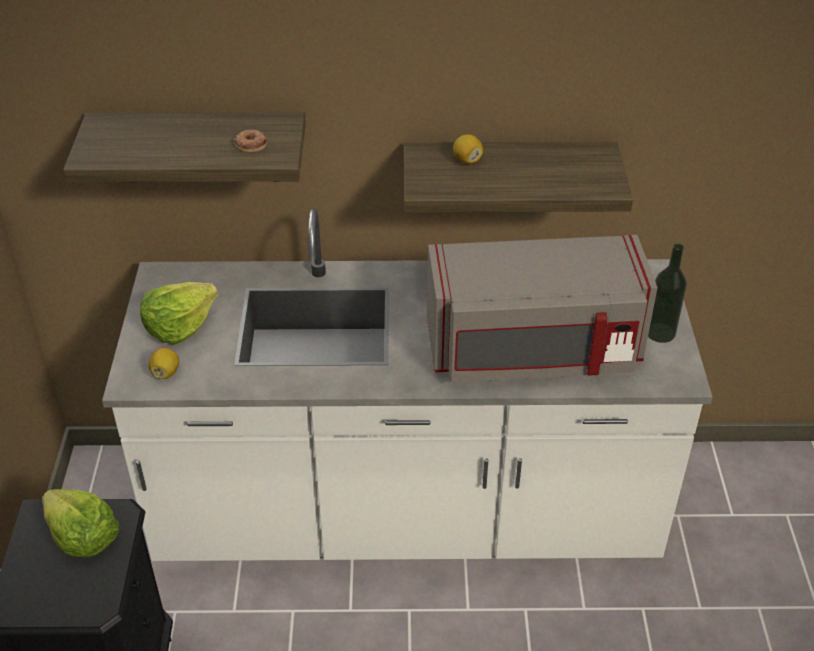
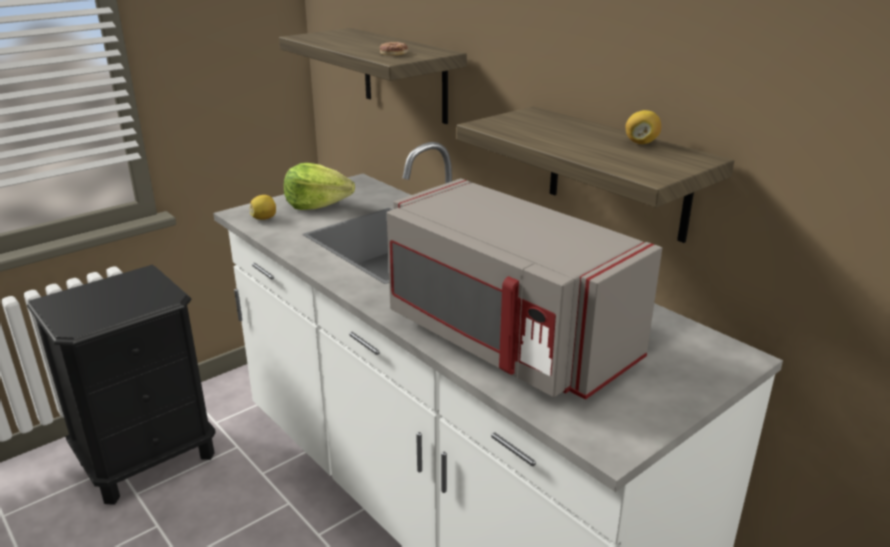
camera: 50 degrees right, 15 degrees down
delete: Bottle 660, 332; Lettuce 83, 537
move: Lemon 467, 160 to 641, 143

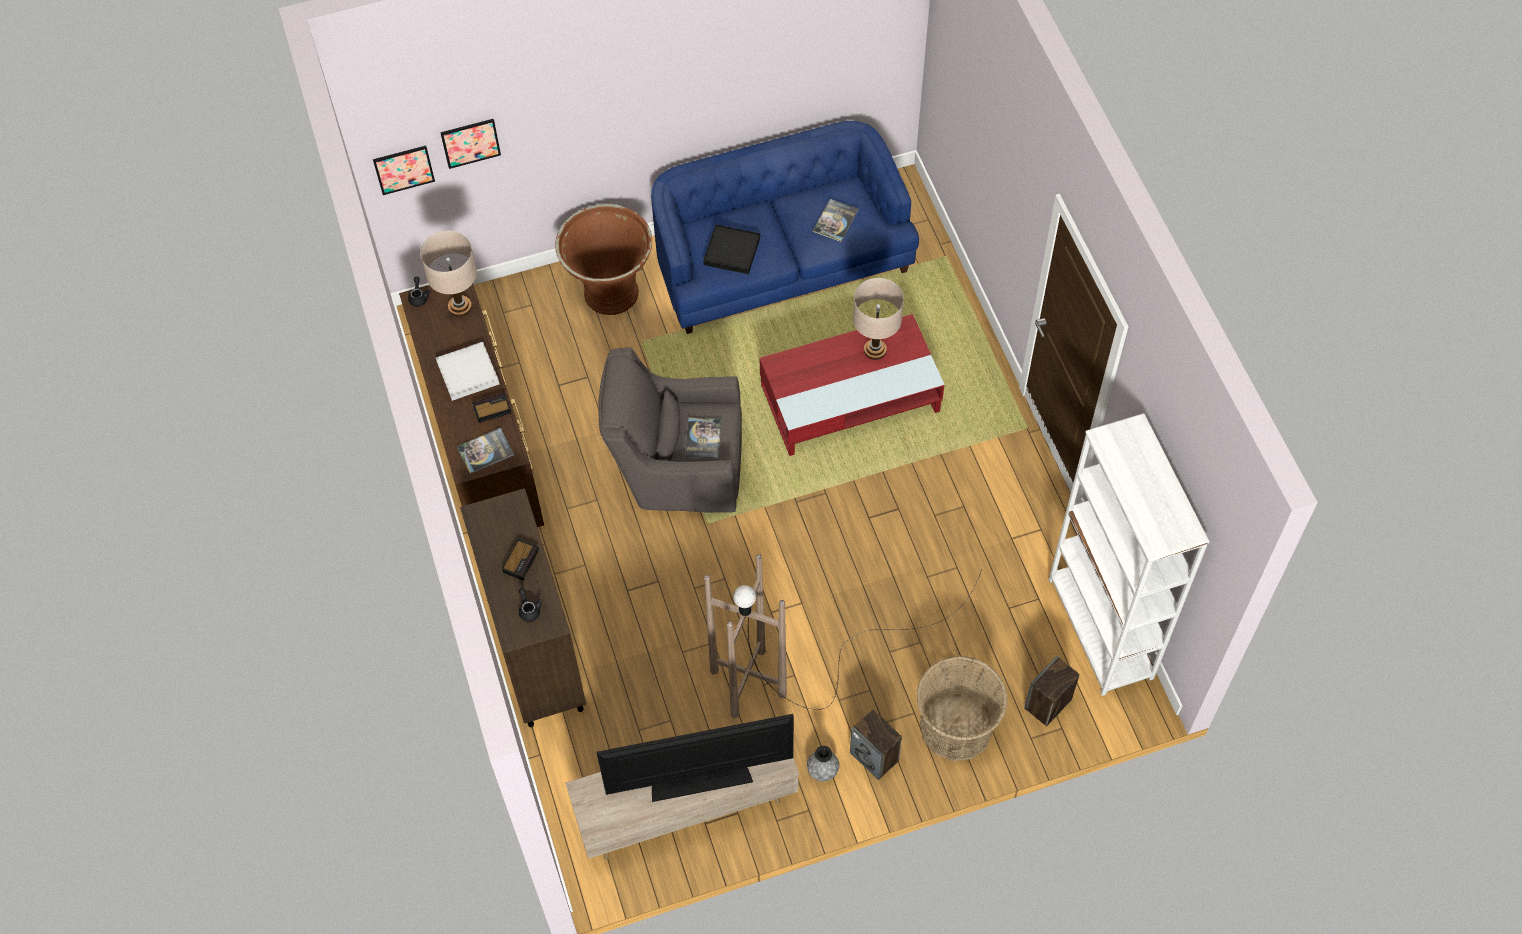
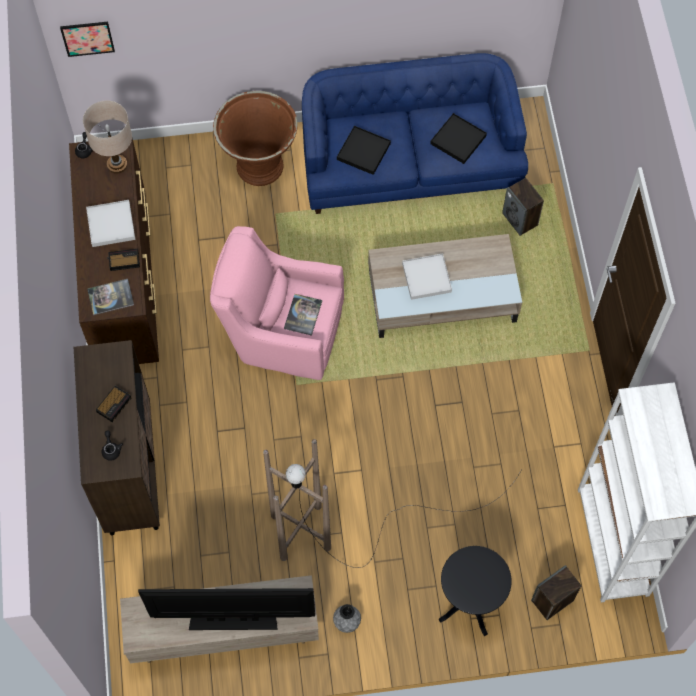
camera: 10 degrees right, 5 degrees up
delete: Picture 470, 143; BeigeTableLamp 875, 350
insert: WhiteTray 426, 277
move: Speaker 875, 757 to 520, 219
replace: Book 835, 221 to BlackTray 458, 140; Basket 956, 727 to BlackSideTable 469, 605
recolor: RedCoffeeTable 850, 398 to BeigeCoffeeTable 442, 296; GreyArmchair 677, 470 to PinkArmchair 281, 333

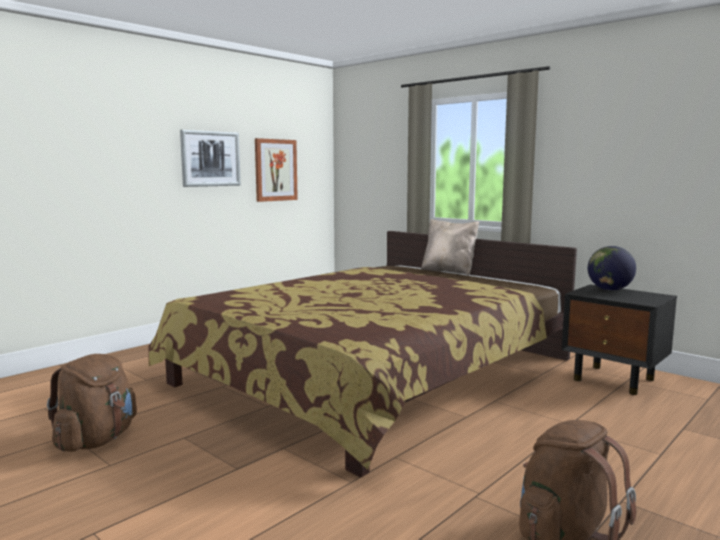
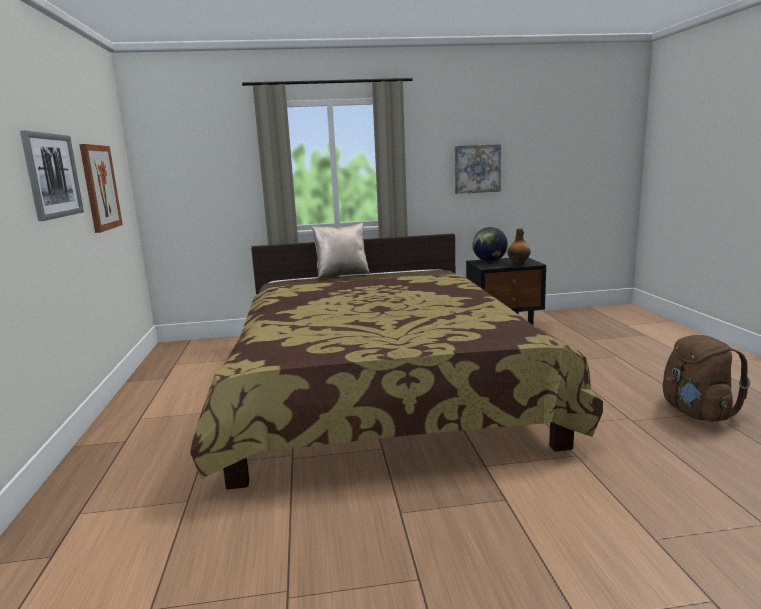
camera: 50 degrees left, 5 degrees up
delete: BrownBackpack 96, 440
insert: Picture 477, 169; Bottle 518, 264

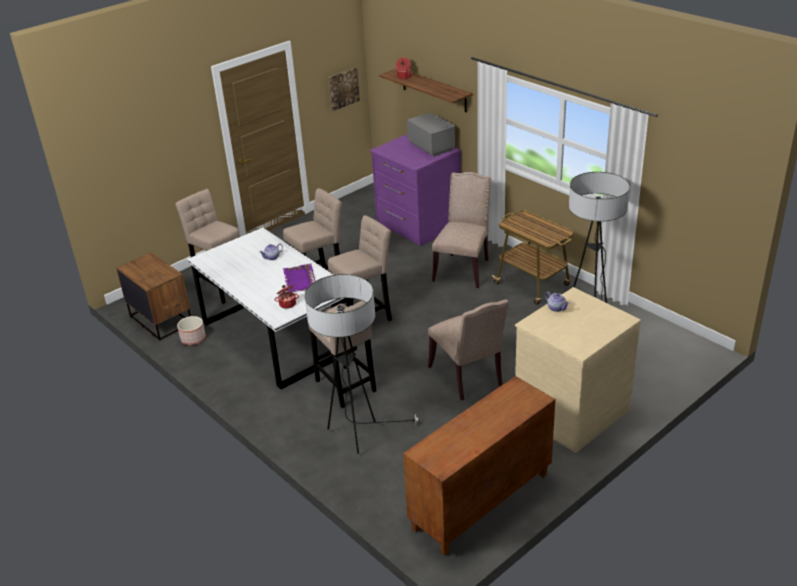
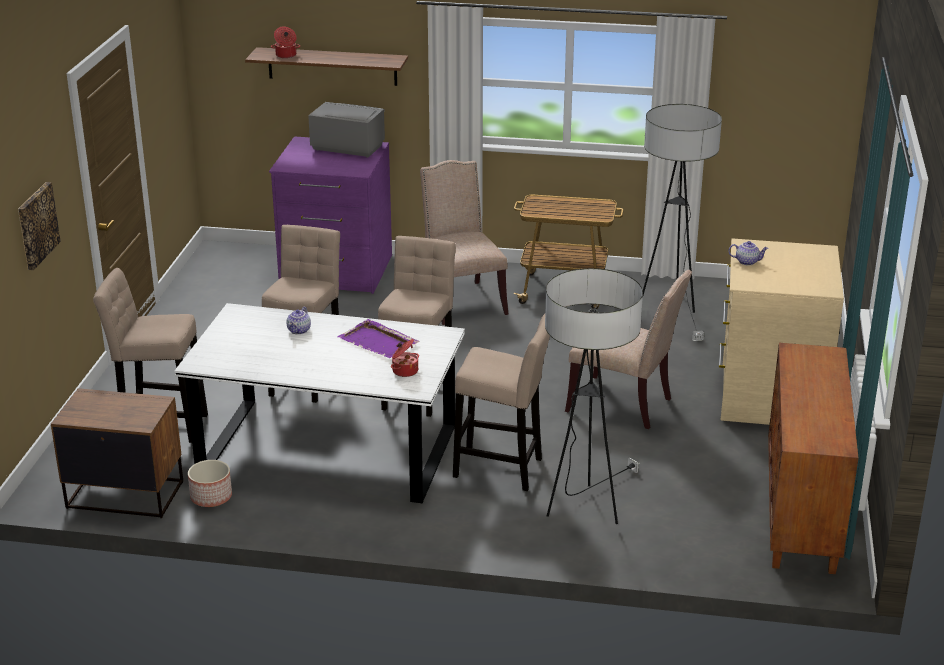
camera: 40 degrees left, 5 degrees down
move: Picture 343, 88 to 36, 225

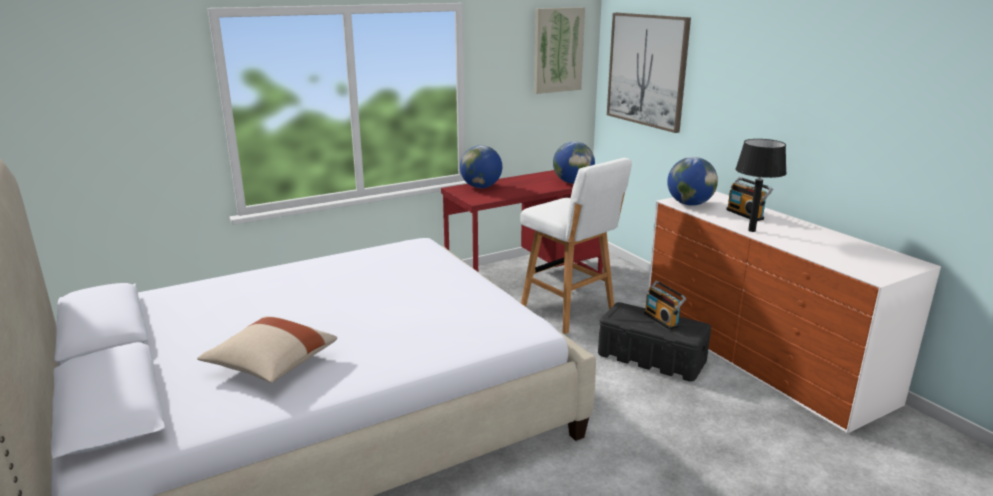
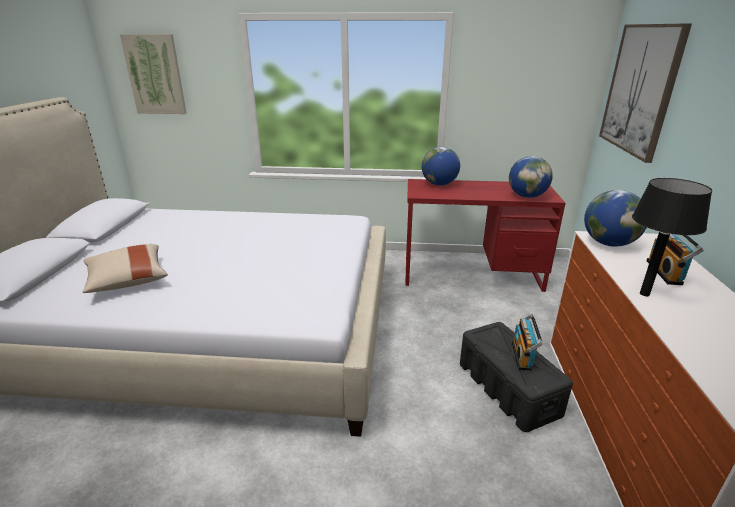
camera: 35 degrees right, 5 degrees up
delete: WhiteStool 569, 312
move: Picture 557, 50 to 155, 75

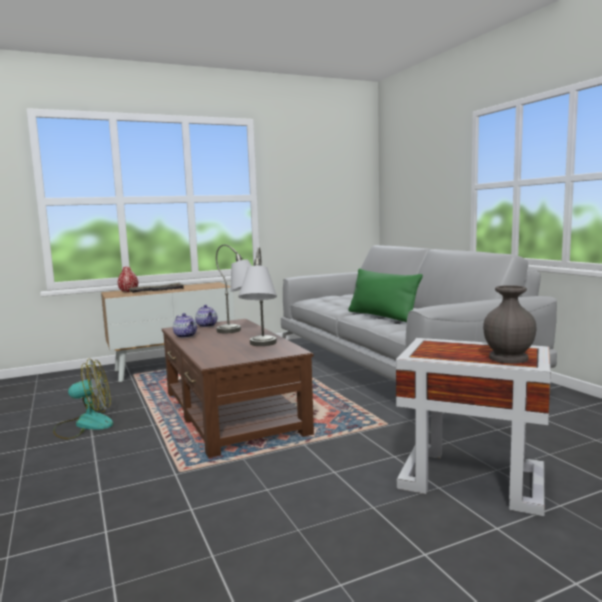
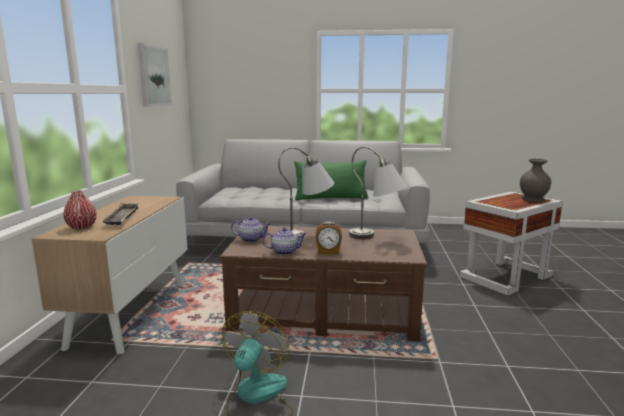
camera: 60 degrees left, 5 degrees up
insert: Picture 153, 76; AlarmClock 328, 252

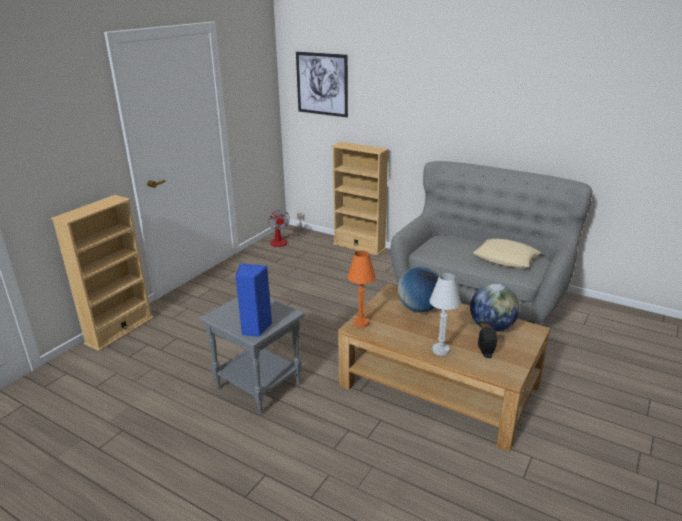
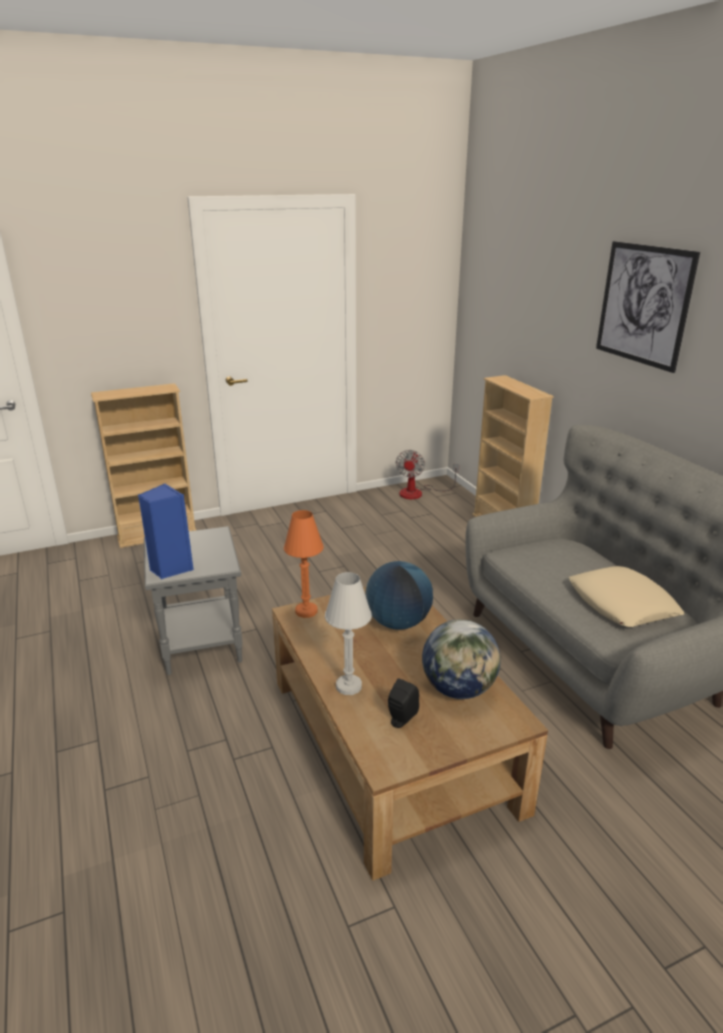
camera: 35 degrees right, 0 degrees up
move: Picture 322, 84 to 643, 305

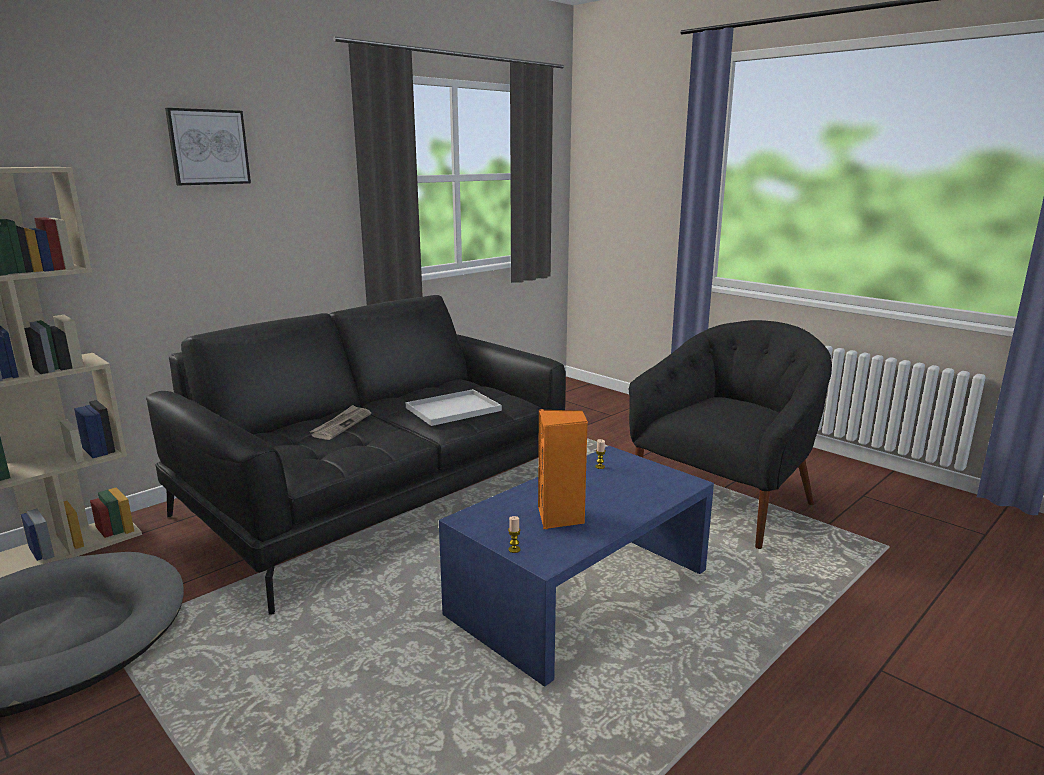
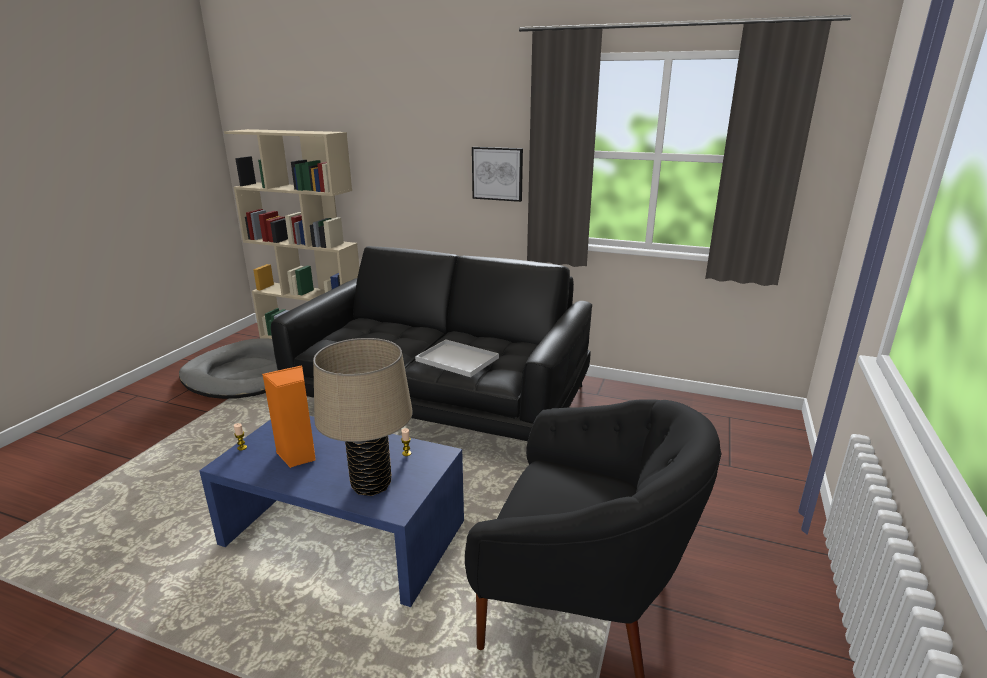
camera: 65 degrees right, 5 degrees up
delete: Newspaper 341, 424
insert: BeigeTableLamp 371, 484
move: Picture 208, 147 to 497, 173

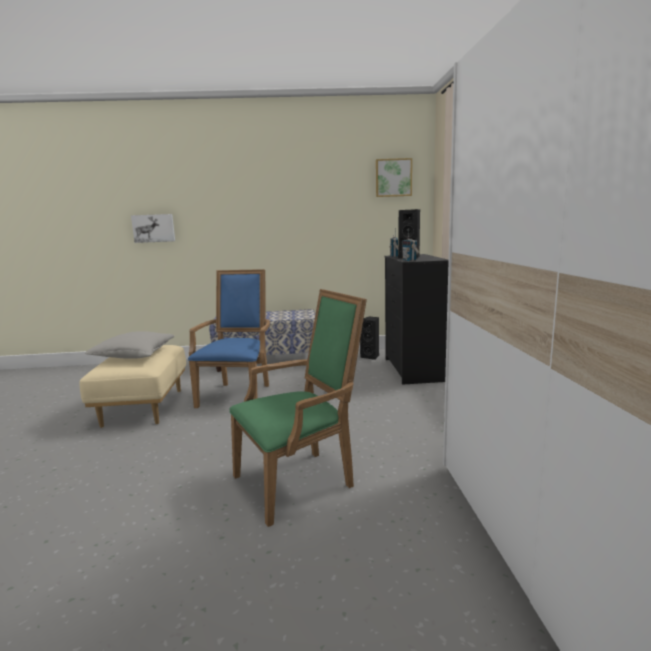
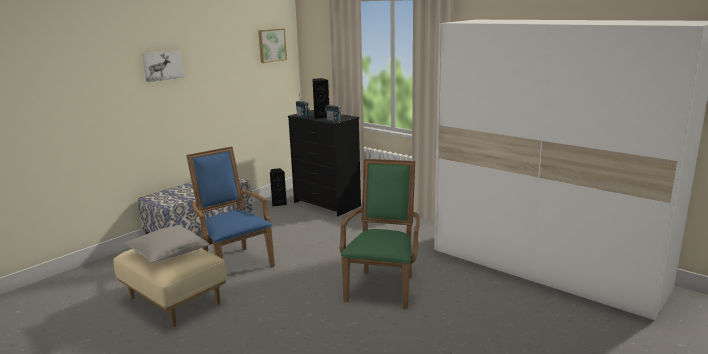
camera: 45 degrees left, 5 degrees up
move: Picture 154, 228 to 162, 65

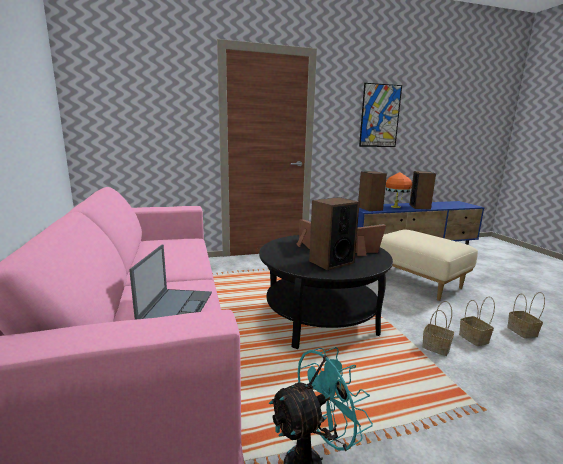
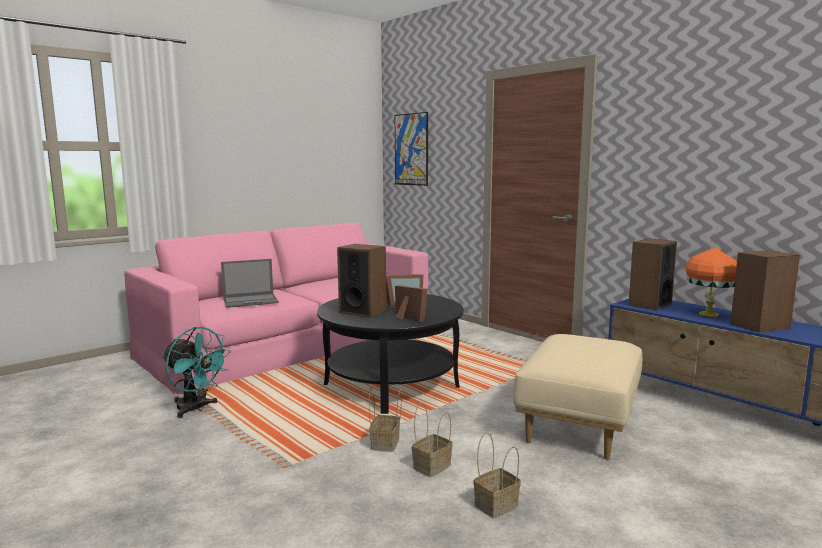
camera: 65 degrees right, 5 degrees down
move: Picture 380, 116 to 411, 149

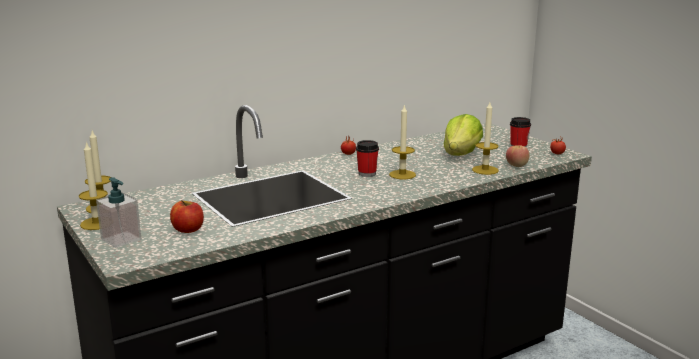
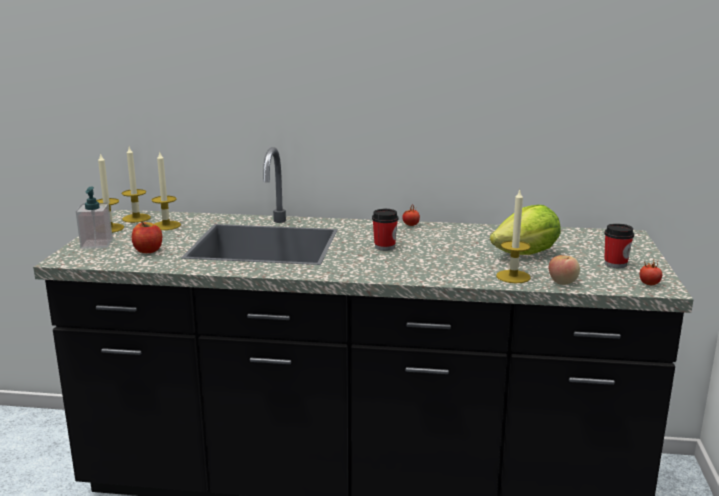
camera: 40 degrees right, 0 degrees up
move: Candle 402, 174 to 166, 225

